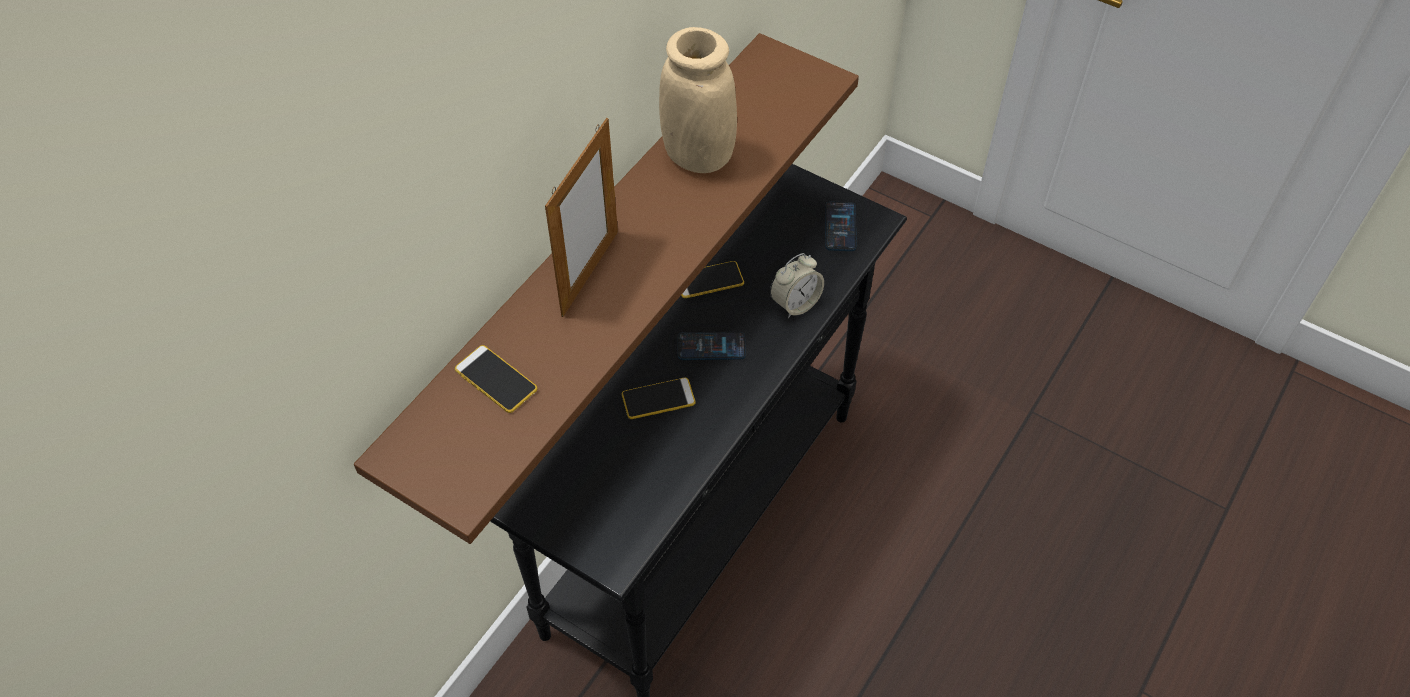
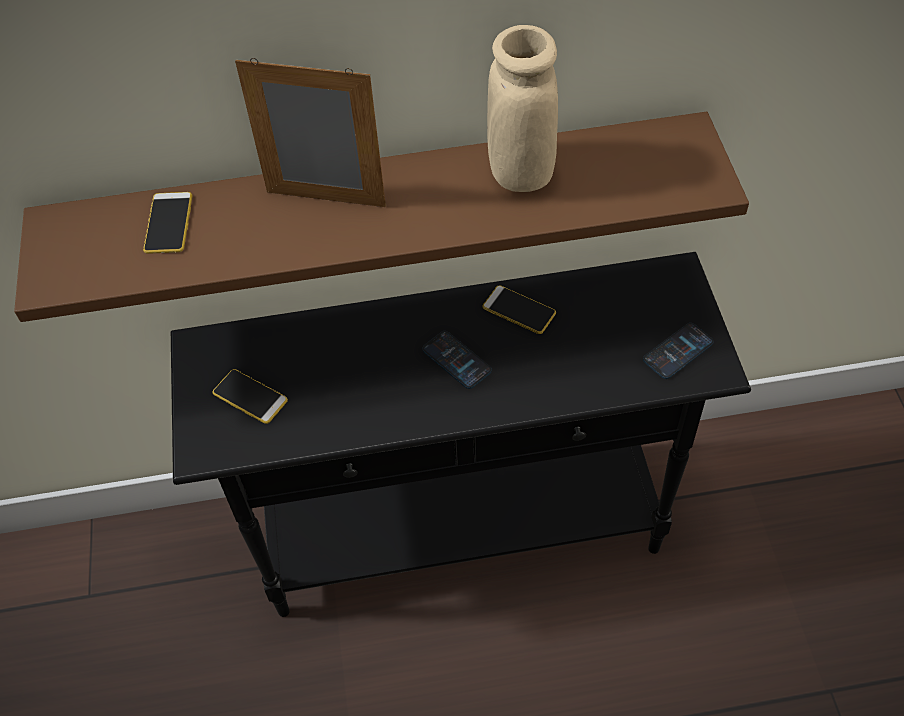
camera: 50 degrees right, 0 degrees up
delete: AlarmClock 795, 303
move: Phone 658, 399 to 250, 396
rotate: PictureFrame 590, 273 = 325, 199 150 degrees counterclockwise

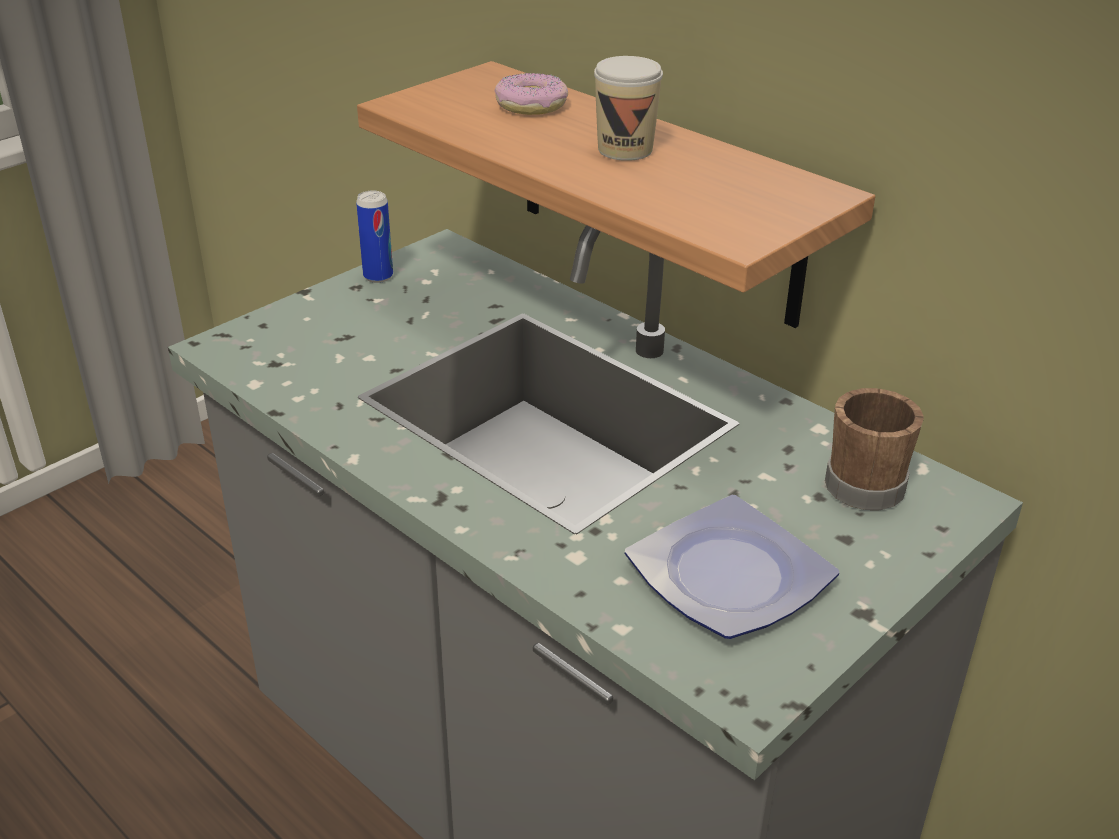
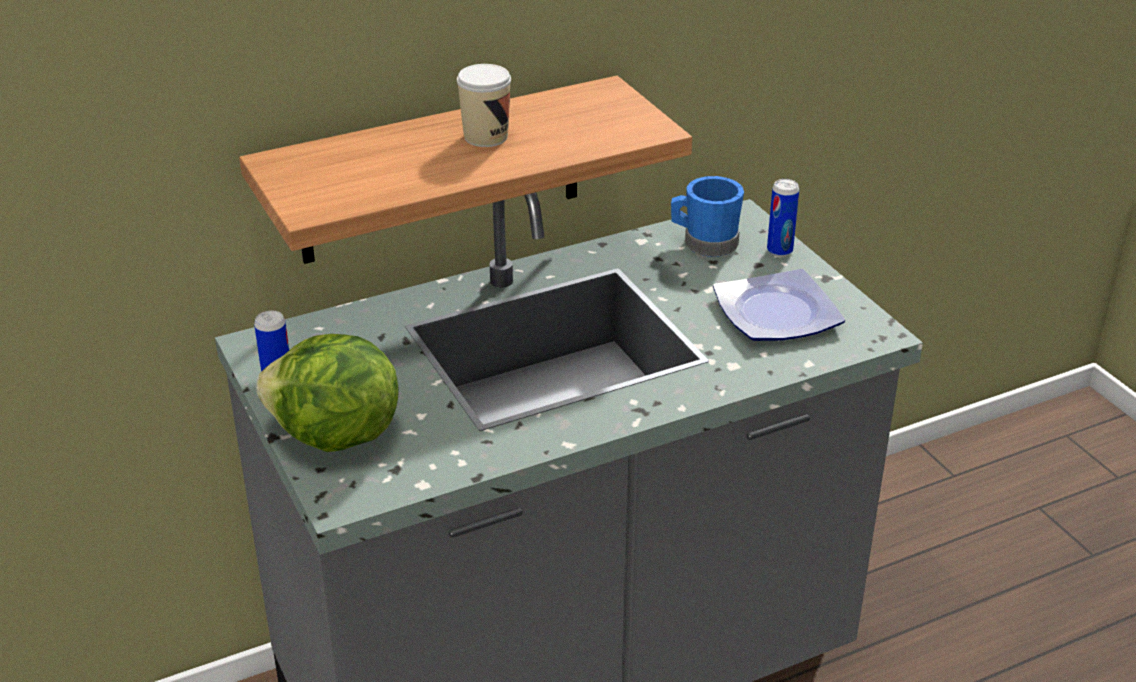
camera: 70 degrees left, 0 degrees up
delete: Donut 531, 105
insert: Can 779, 251; Lettuce 335, 437
recolor: BrownMug 860, 480 to BlueMug 704, 243

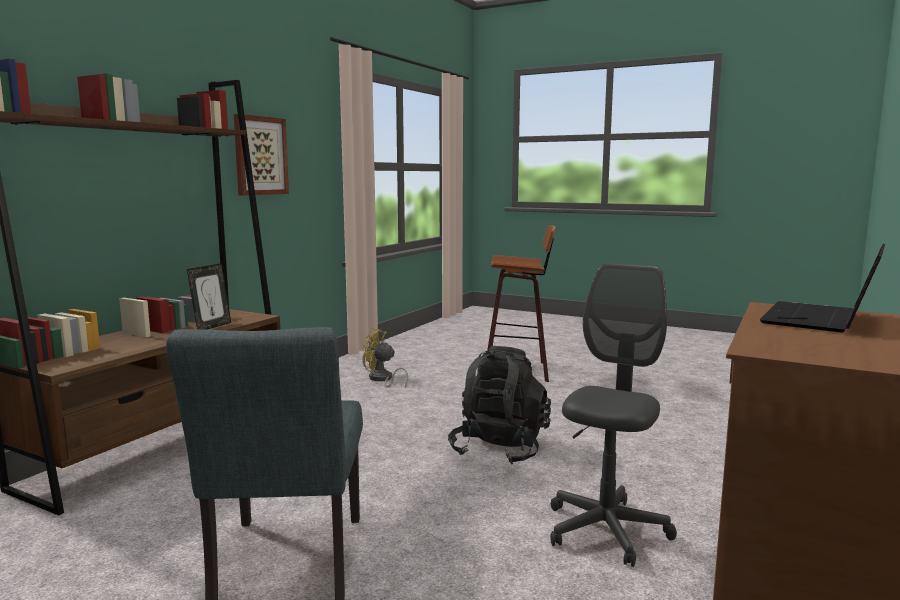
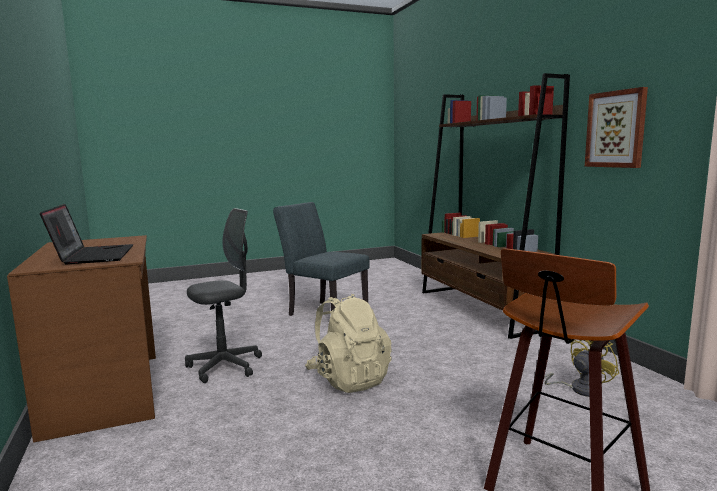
camera: 130 degrees right, 0 degrees up
delete: PictureFrame 212, 327
recolor: BlackBackpack 499, 449 to BeigeBackpack 349, 379
rotate: GreyOfficeChair 606, 530 = 225, 366 105 degrees counterclockwise

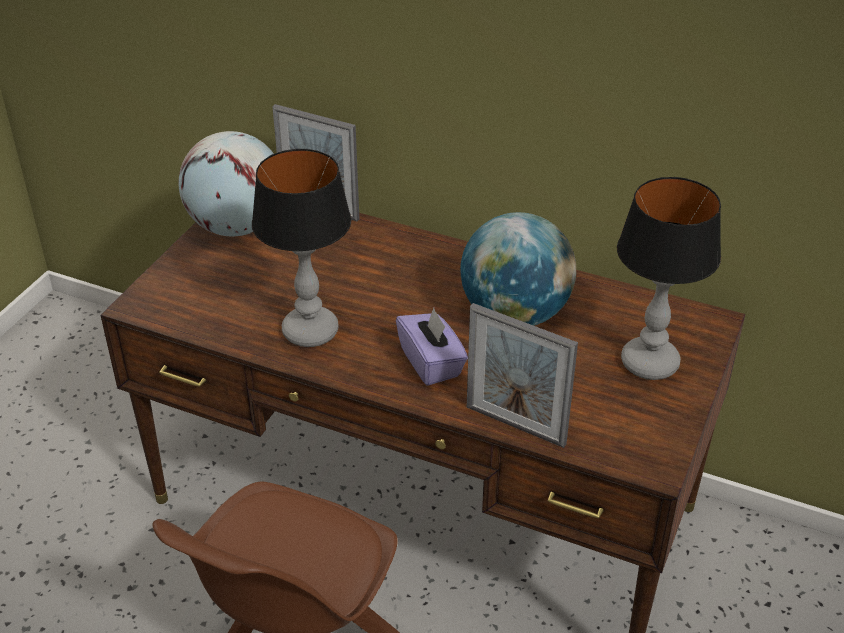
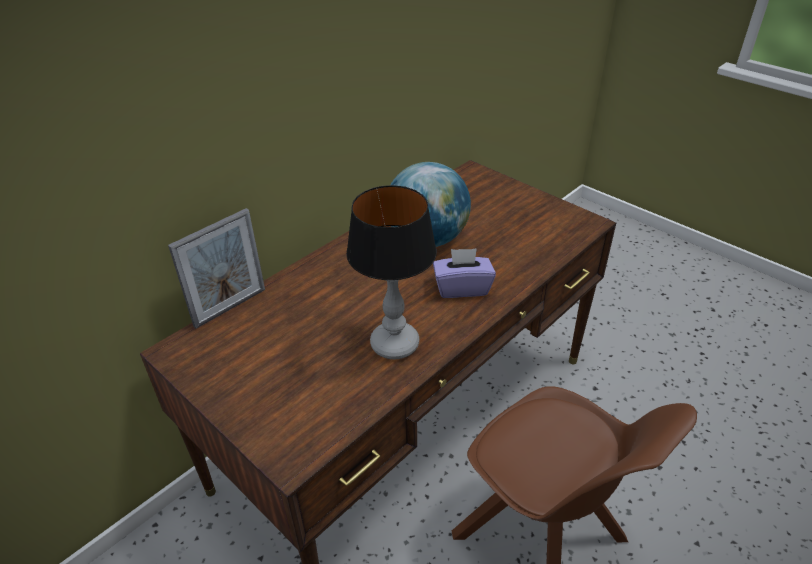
camera: 70 degrees left, 0 degrees up
delete: Globe 237, 226; TableLamp 649, 362; PictureFrame 515, 425

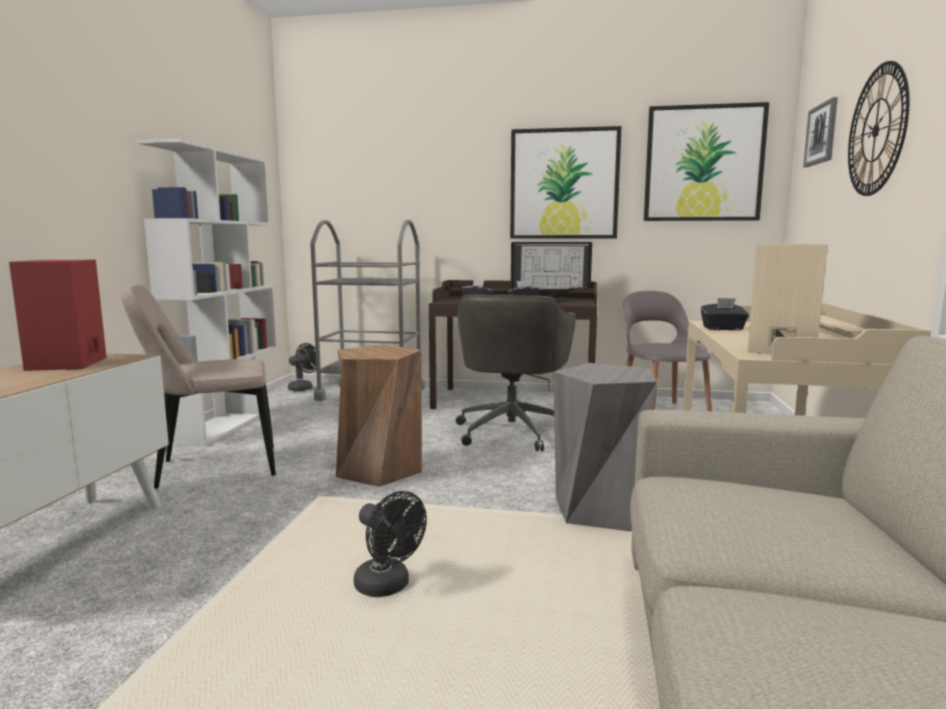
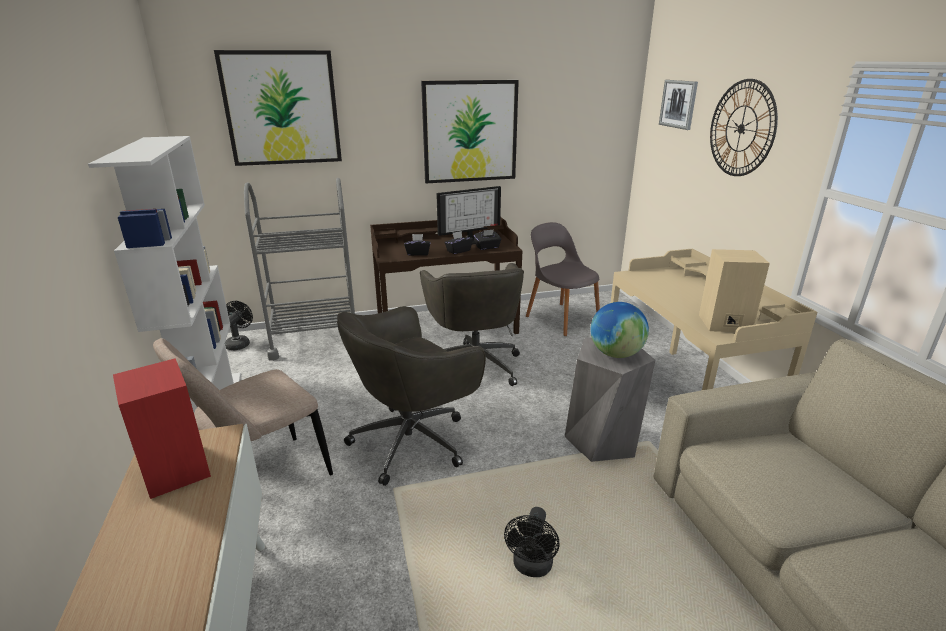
camera: 25 degrees left, 15 degrees up
insert: Globe 615, 354
move: Picture 703, 163 to 282, 108; BlackTissueBox 723, 329 to 487, 247
replace: BrownStool 379, 470 to GreyOfficeChair 413, 441
rotate: BlackFan 388, 587 = 531, 567 90 degrees clockwise

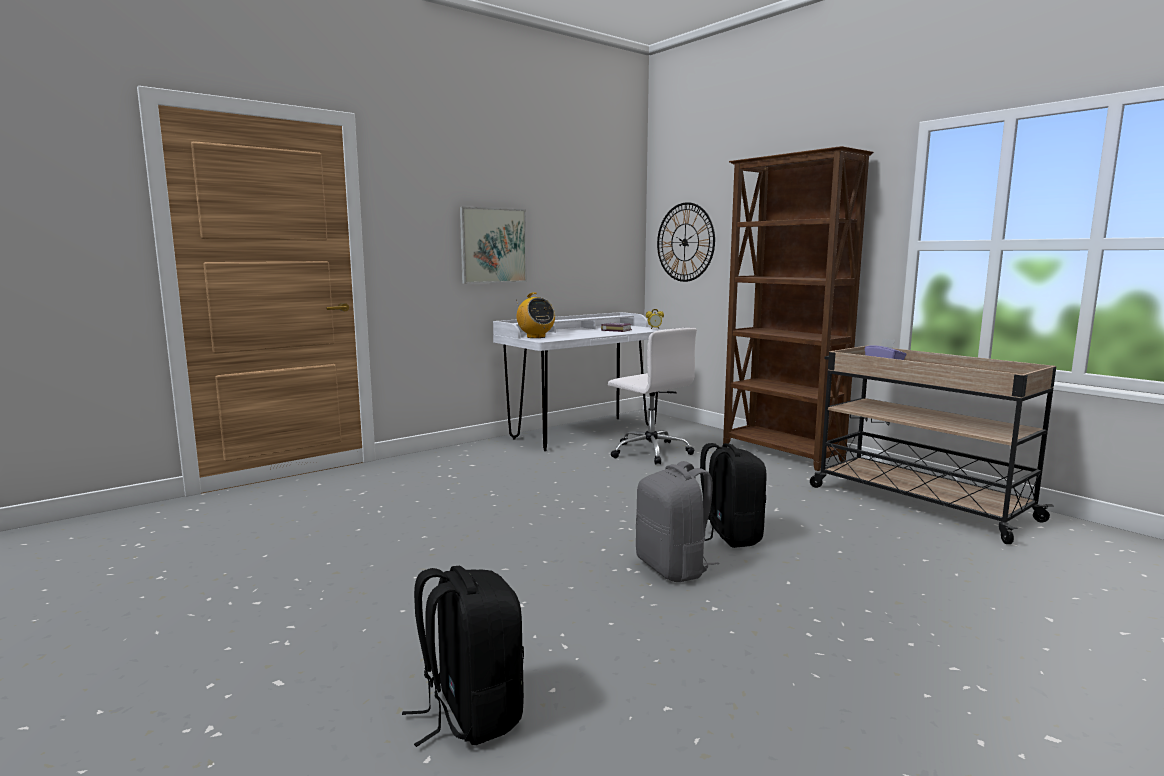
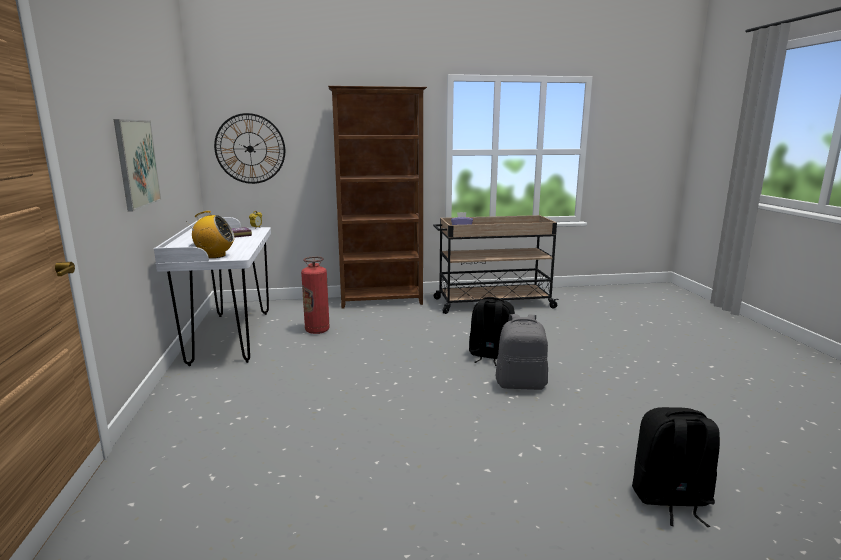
camera: 60 degrees left, 5 degrees up
replace: WhiteOfficeChair 649, 452 to FireExtinguisher 317, 330

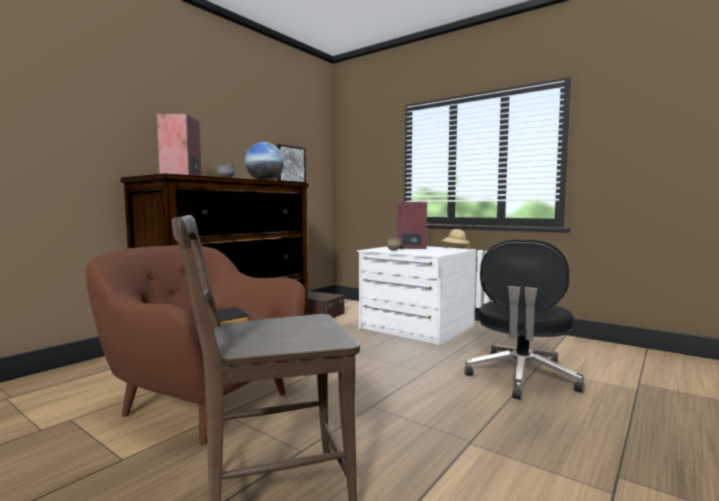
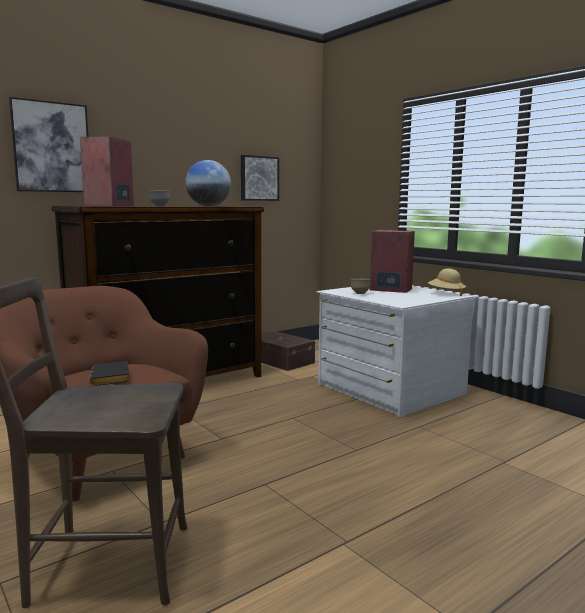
camera: 15 degrees right, 5 degrees up
delete: BlackOfficeChair 521, 377
insert: Picture 51, 147

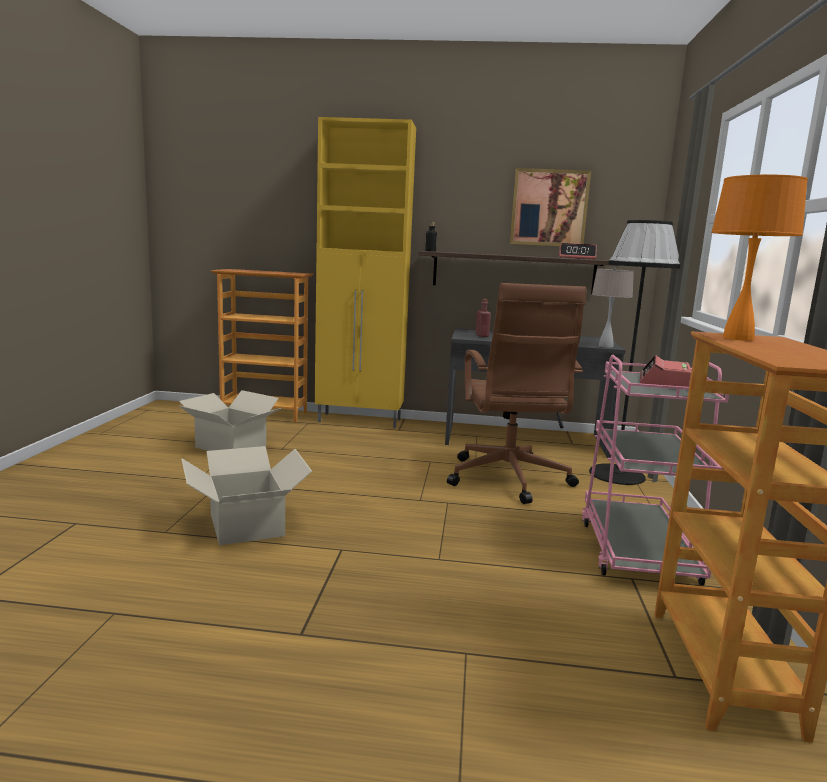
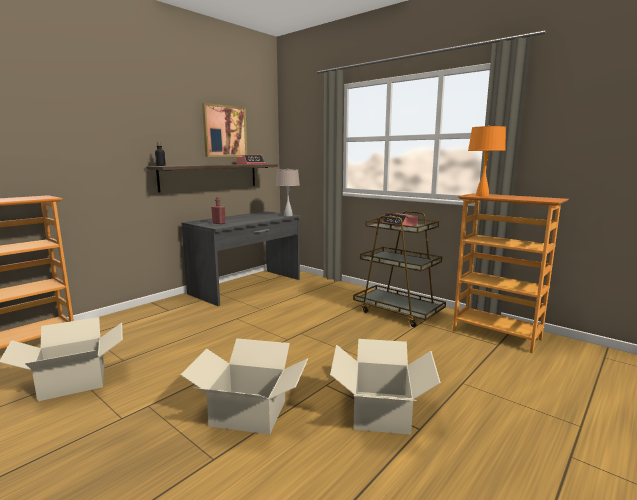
camera: 55 degrees left, 0 degrees up
delete: YellowCabinet 360, 421; BlackFloorLamp 617, 474; BrownOfficeChair 508, 480
insert: CardboardBox 382, 411
recolor: PinkCart 637, 551 to BrownCart 398, 312

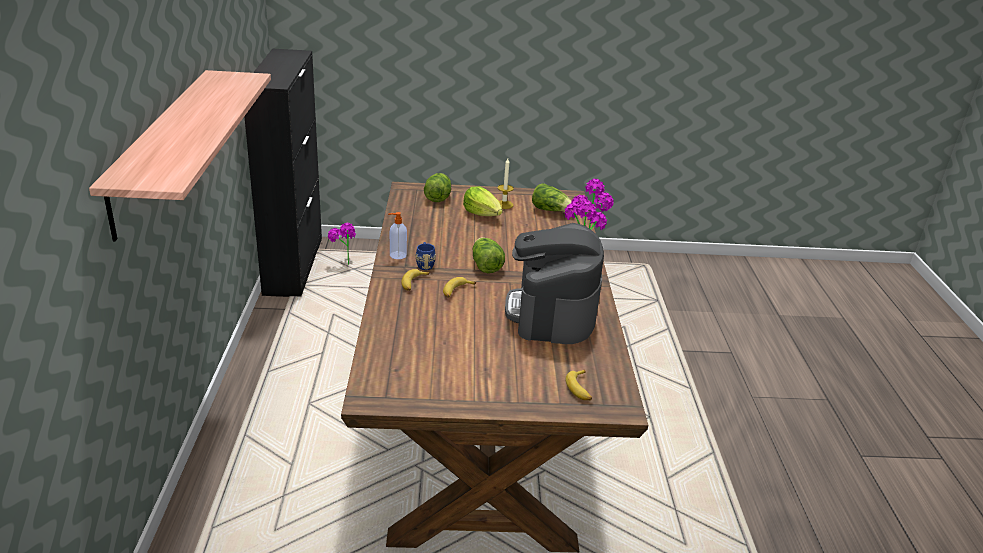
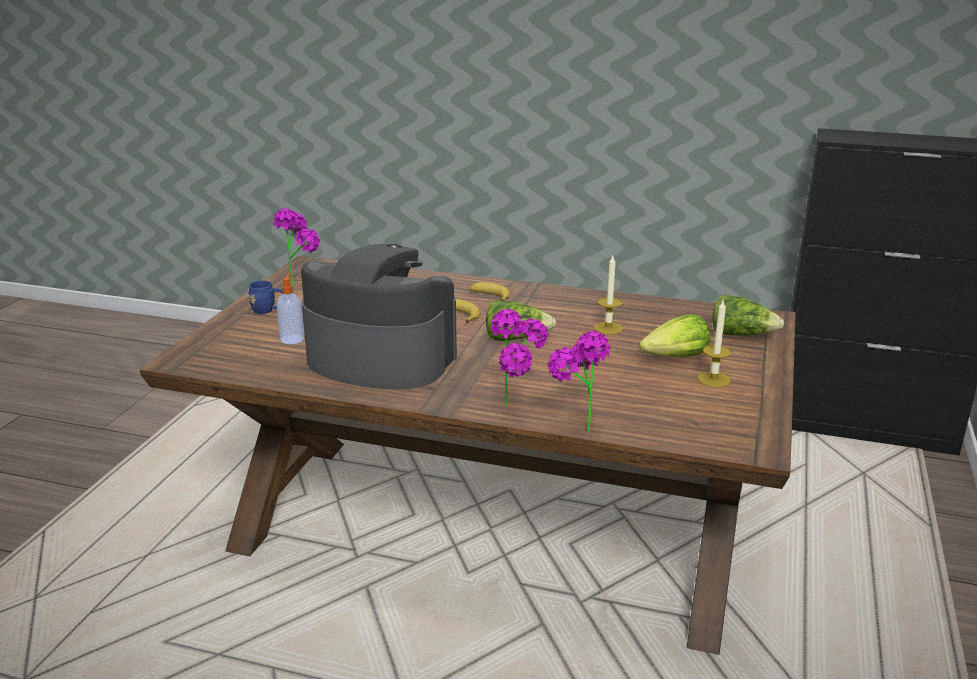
camera: 110 degrees right, 5 degrees down
delete: Shelf 161, 147; Lettuce 550, 210; Banana 580, 389
insert: Candle 608, 328
move: SoapDispenser 397, 255 to 292, 339; PottedPlant 343, 263 to 301, 283; BlueMug 425, 264 to 268, 310

